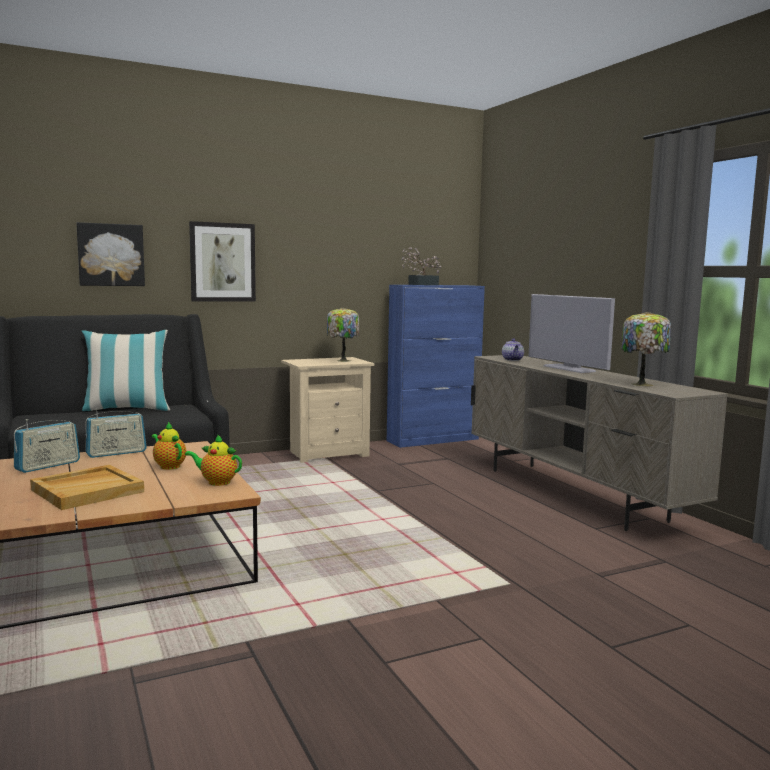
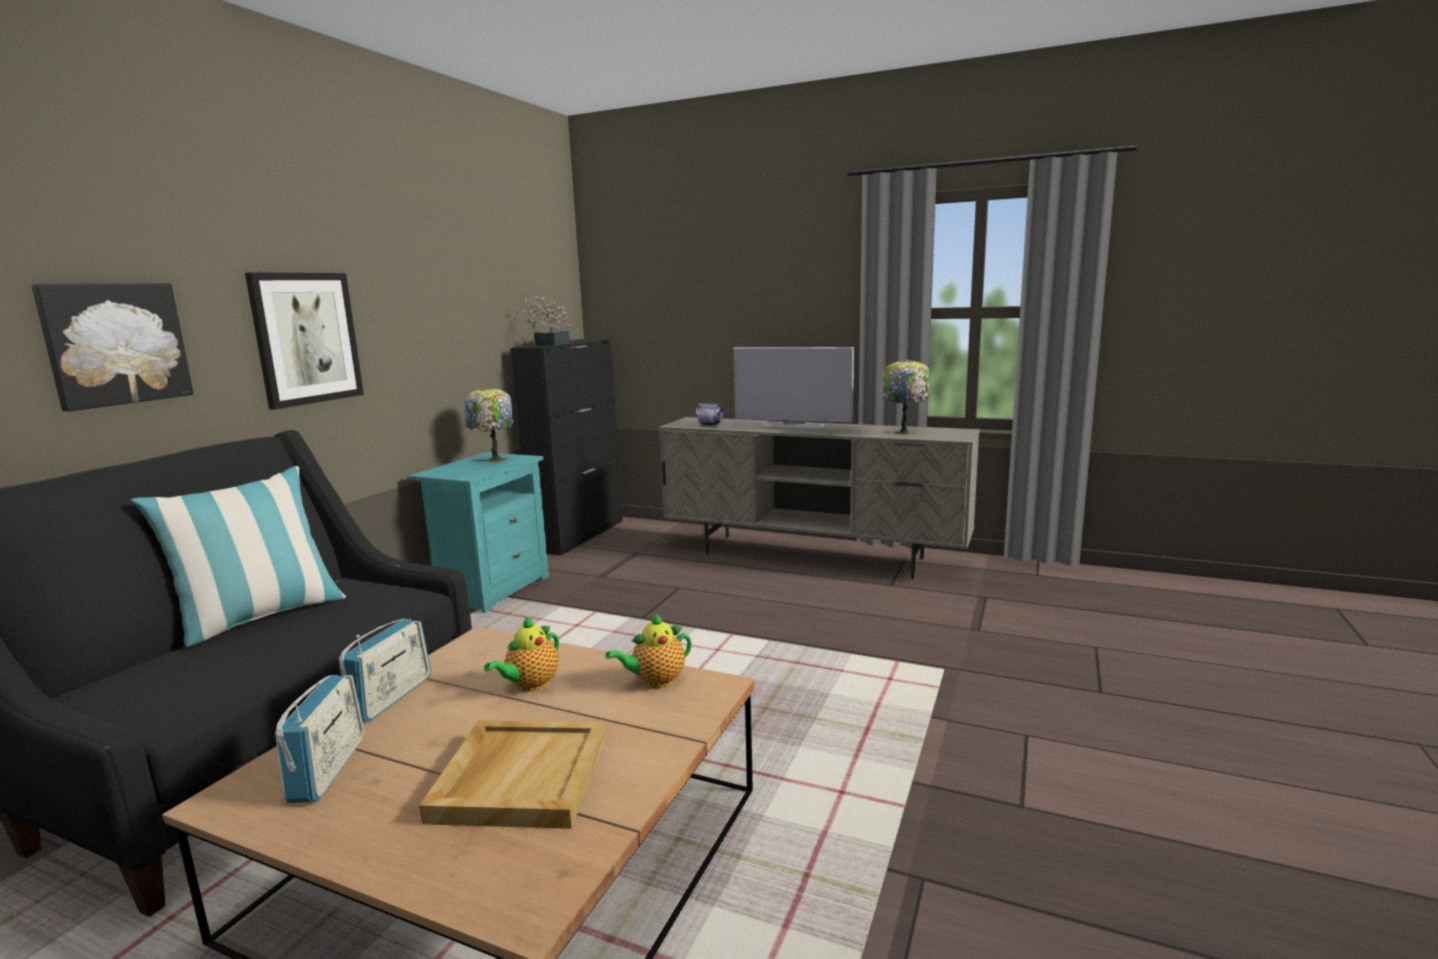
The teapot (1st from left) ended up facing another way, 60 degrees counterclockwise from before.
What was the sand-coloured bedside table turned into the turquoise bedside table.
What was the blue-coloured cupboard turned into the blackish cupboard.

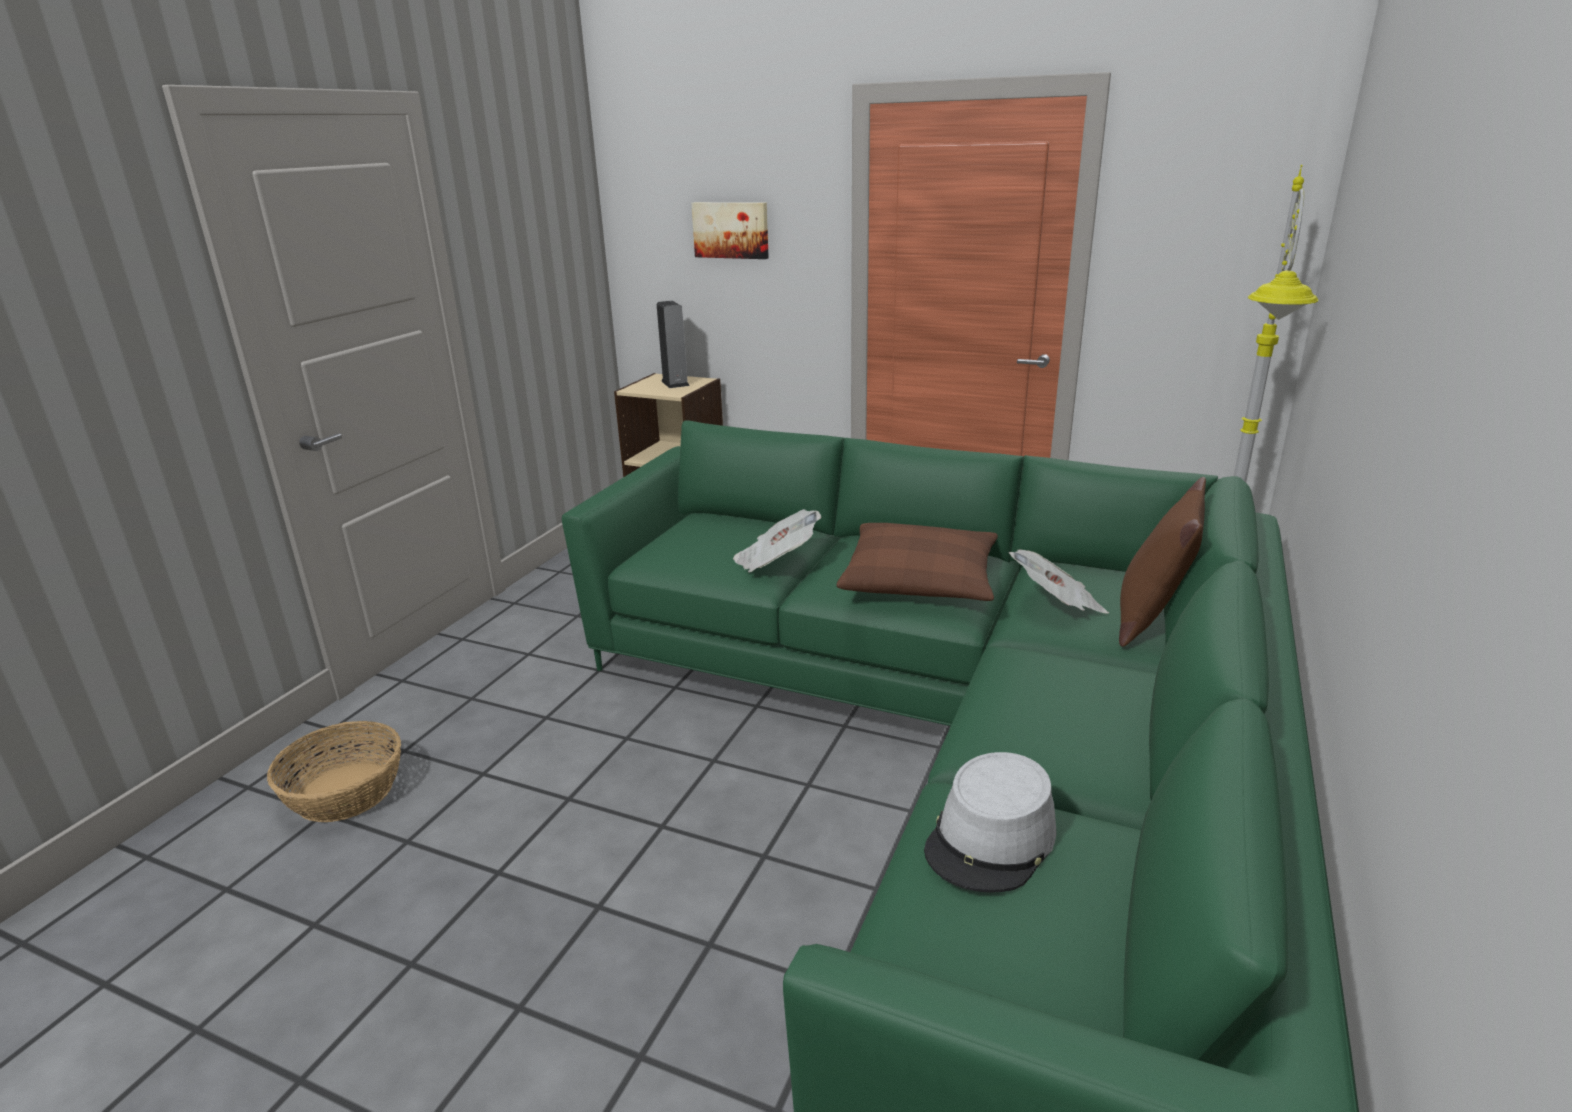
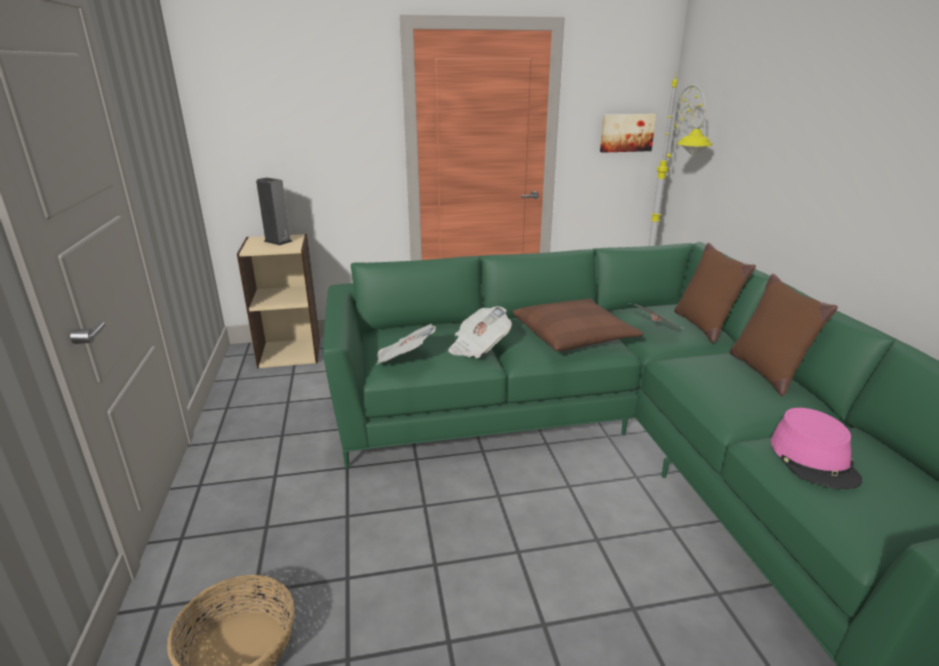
The picture ended up elsewhere.
What was the gray wearable hat turned into the pinkish wearable hat.
The second view gained the printed paper (1st from left).
The second view gained the brown-coloured cushion (3rd from left).

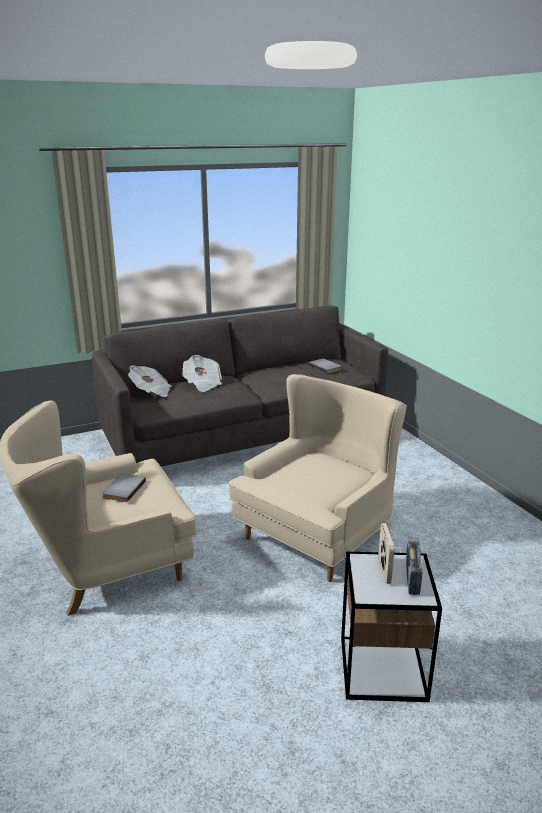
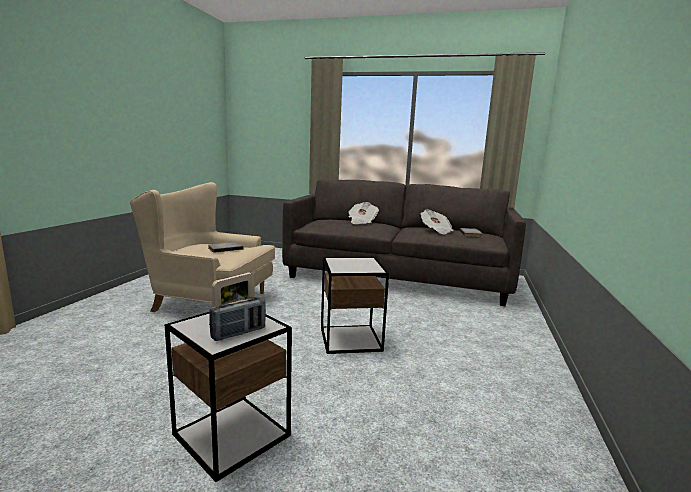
The printed paper (1st from left in the first image) ended up elsewhere.
Where the sand-coloured lounge chair (2nd from left) stood, the end table (2nd from left) came to stand.

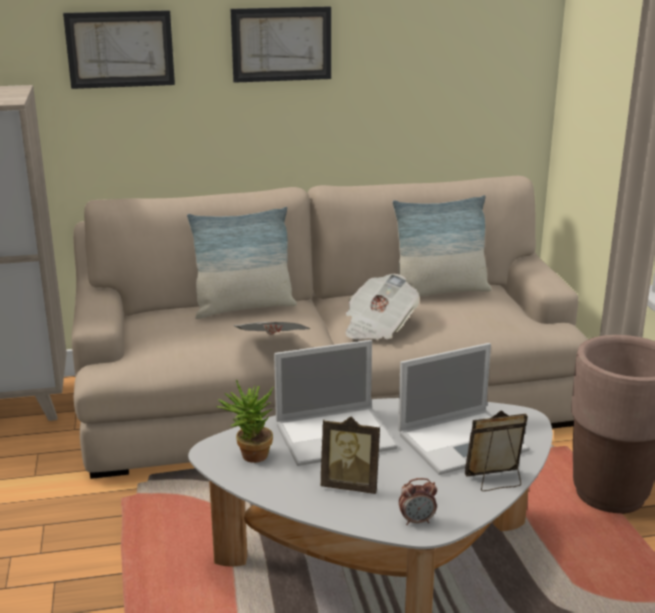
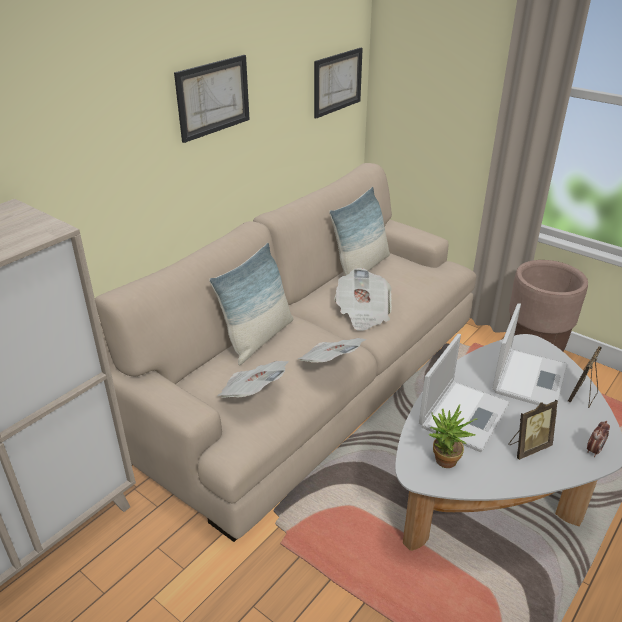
The picture (1st from left in the first image) ended up elsewhere.
The second view gained the printed paper (1st from left).

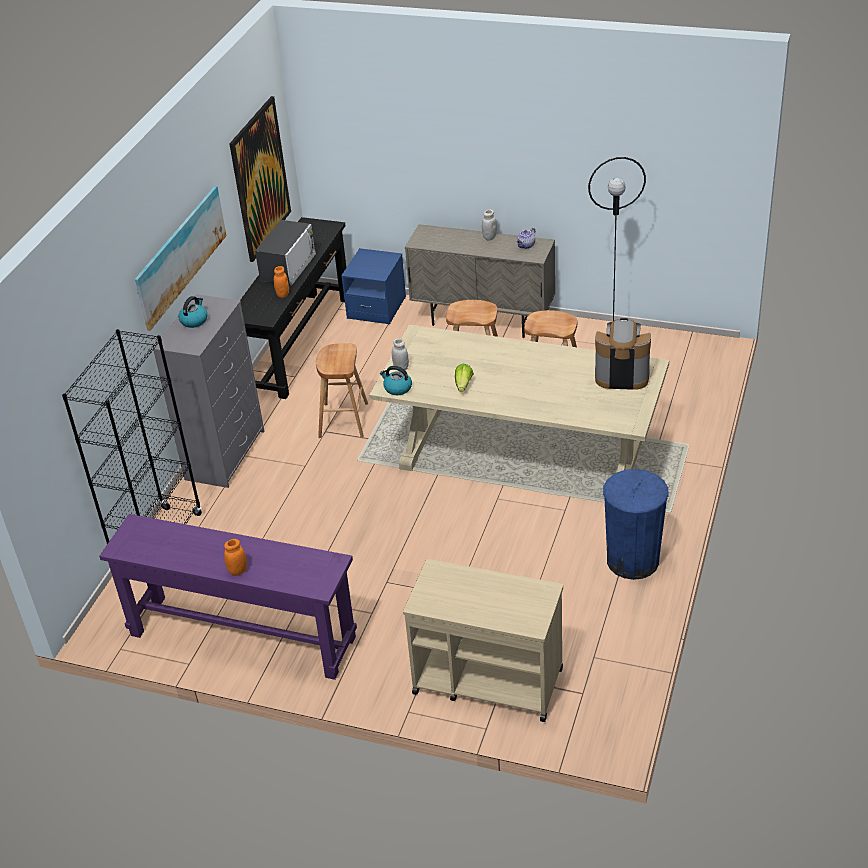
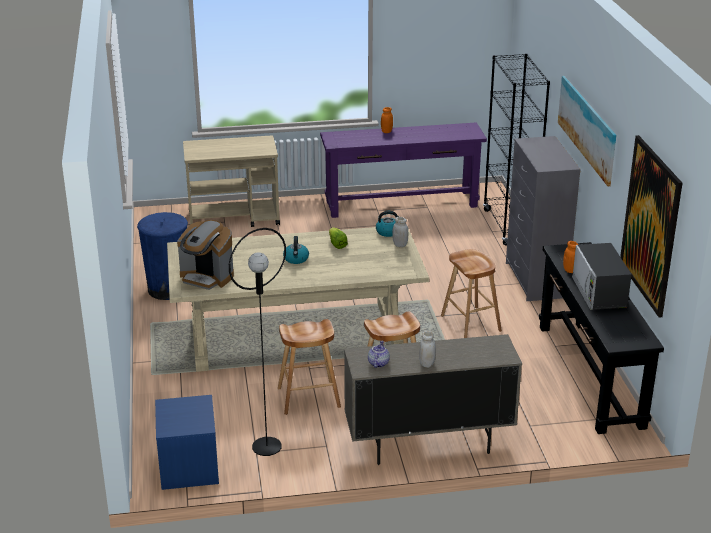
The tea kettle (1st from left) ended up elsewhere.
The blue-coloured bedside table ended up elsewhere.
The coffee brewer ended up facing another way, 45 degrees clockwise from before.

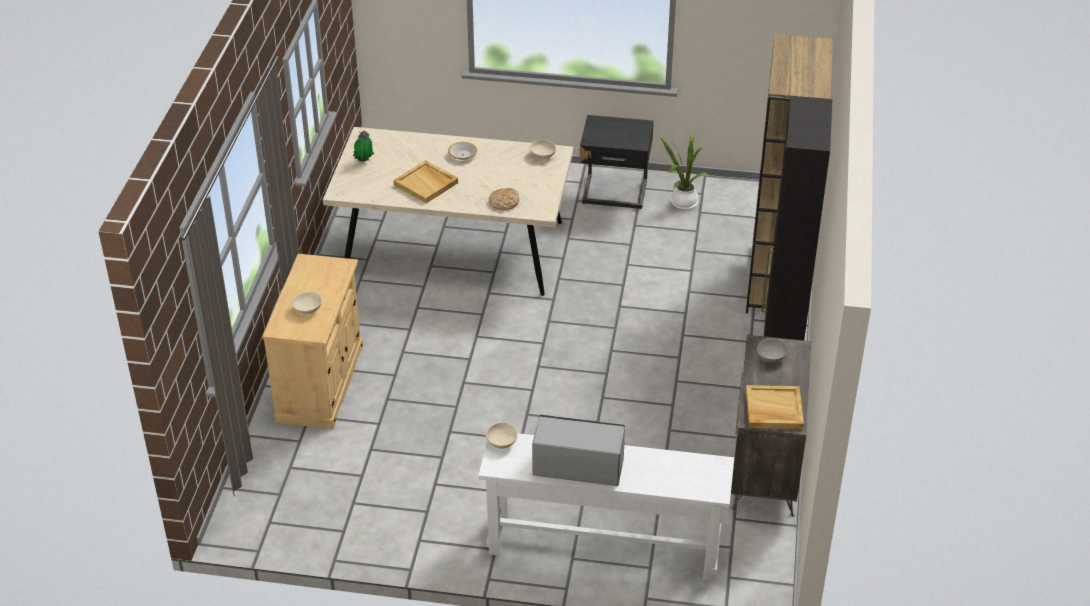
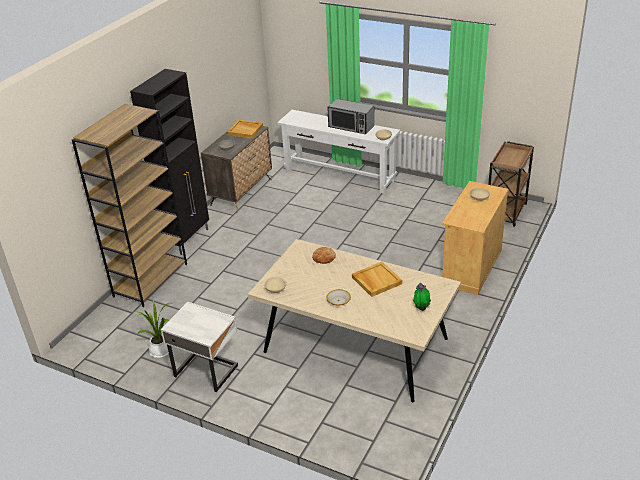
What was the blackish bedside table turned into the whitish bedside table.
The second view gained the brown-coloured wheeled cart.

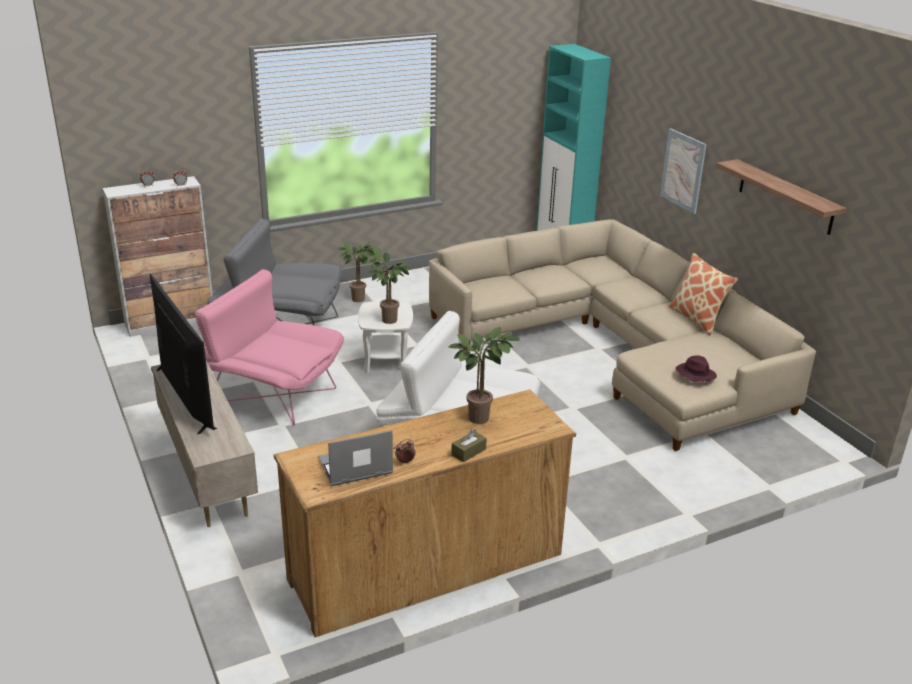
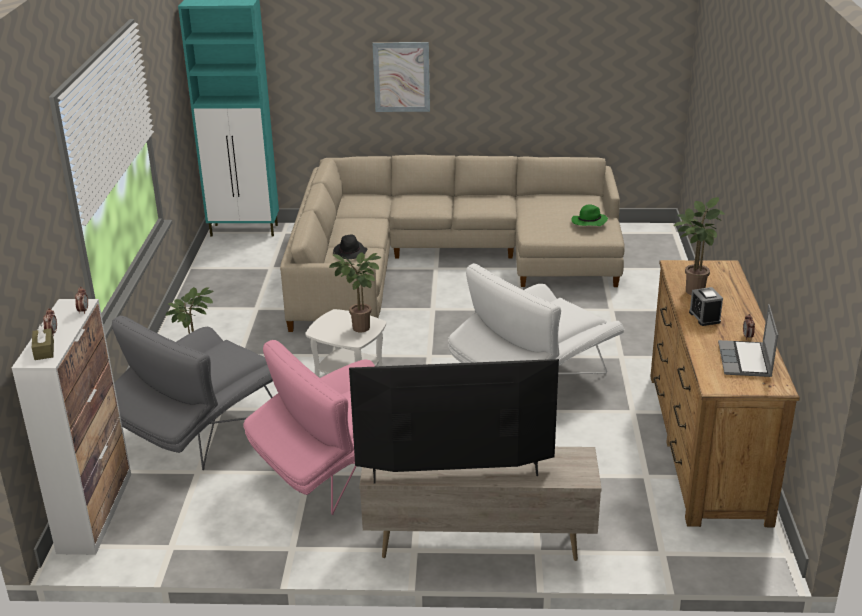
The brown-coloured tissue box ended up elsewhere.
The second view lost the cushion.
What was the purple-coloured wearable hat turned into the green-coloured wearable hat.
The second view lost the bracket shelf.
The second view gained the blackish wearable hat.
The second view gained the table clock (3rd from left).

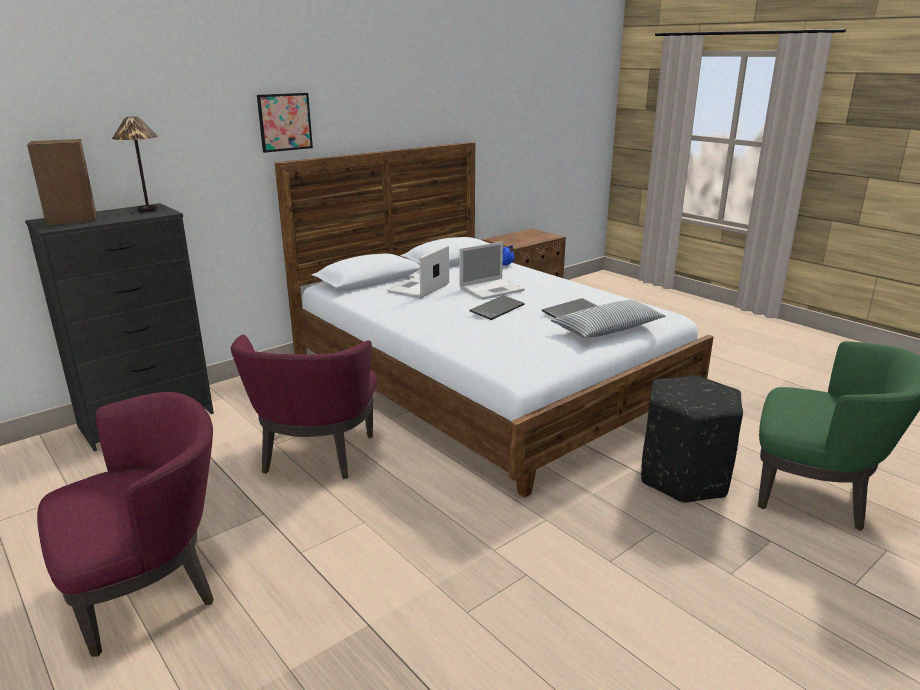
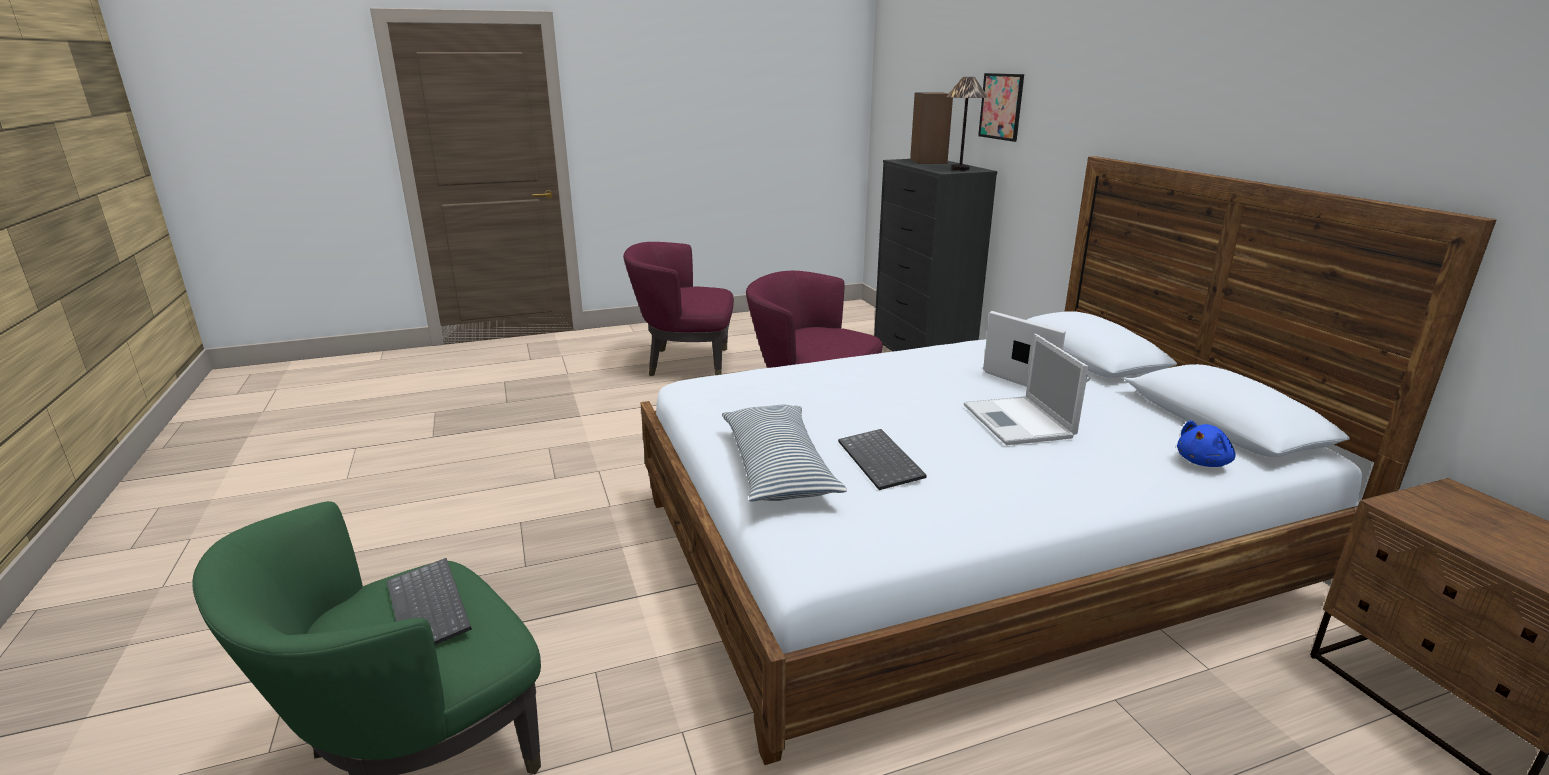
The purple-coloured lounge chair (1st from left) ended up facing another way, 105 degrees clockwise from before.
The picture ended up elsewhere.
The keyboard (1st from left) ended up elsewhere.
The second view lost the blackish footrest.

